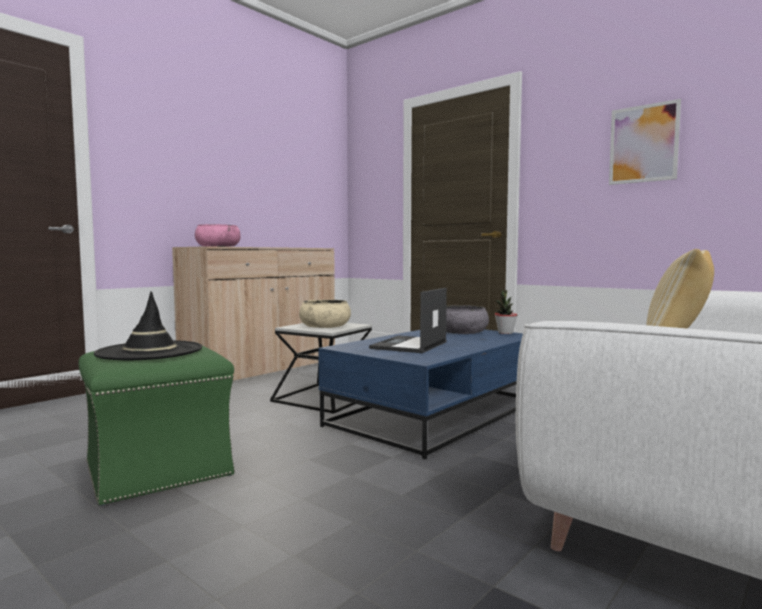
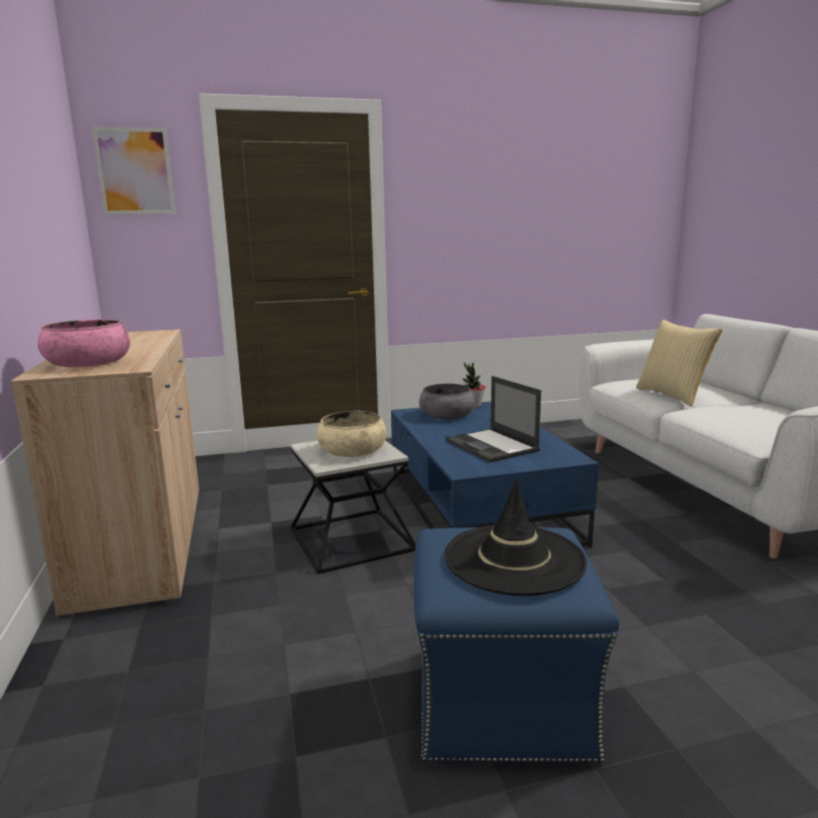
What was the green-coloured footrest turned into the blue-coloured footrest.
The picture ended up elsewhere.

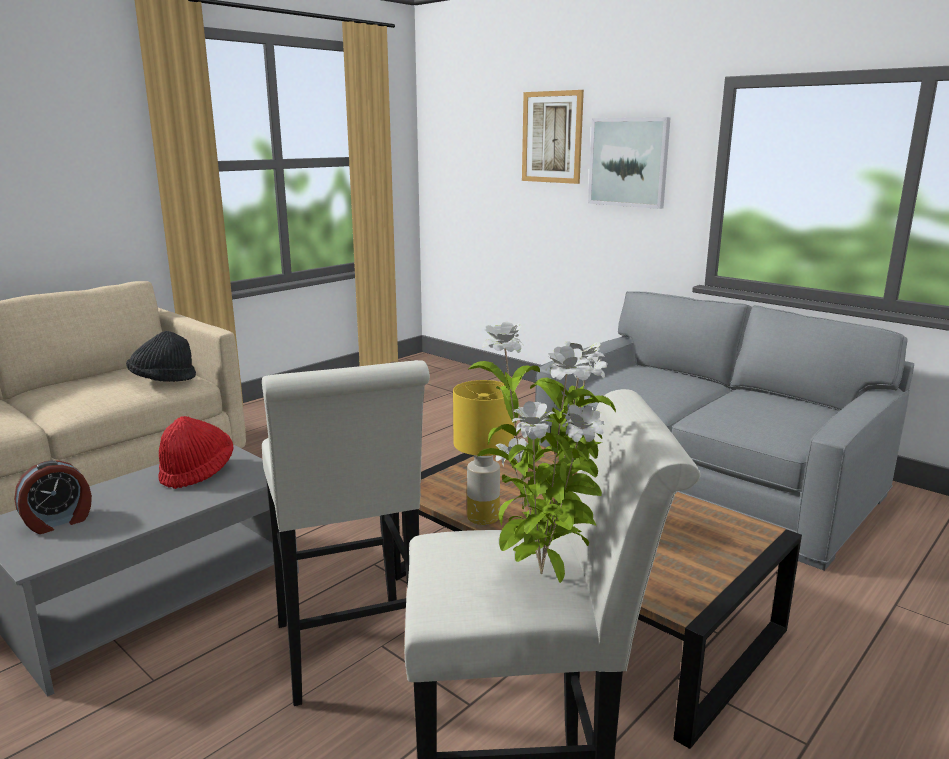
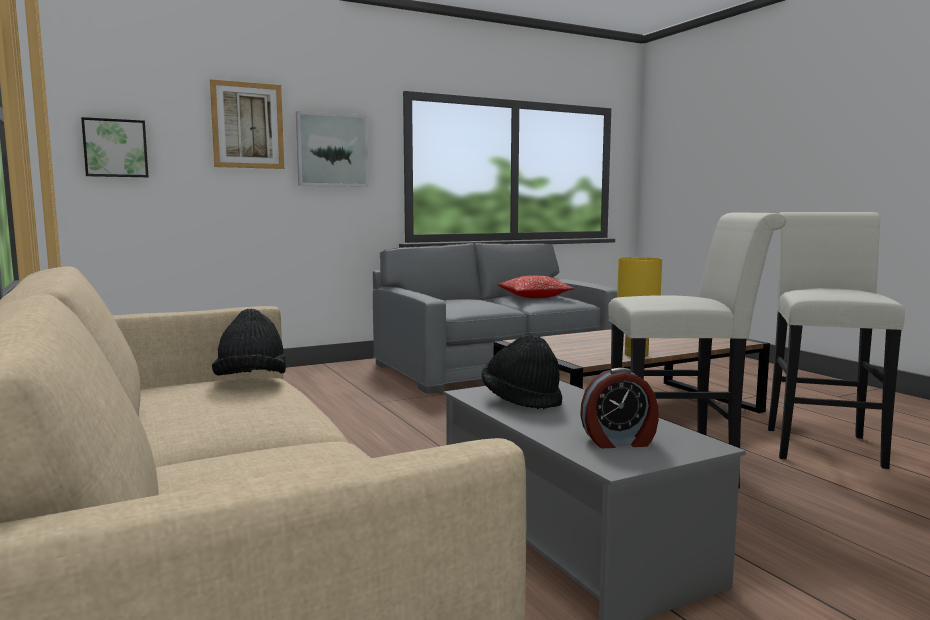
The table clock ended up facing another way, 105 degrees clockwise from before.
What was the reddish wearable hat turned into the blackish wearable hat (2nd from left).
The second view lost the potted plant.
The second view gained the picture (1st from left).
The second view gained the cushion.

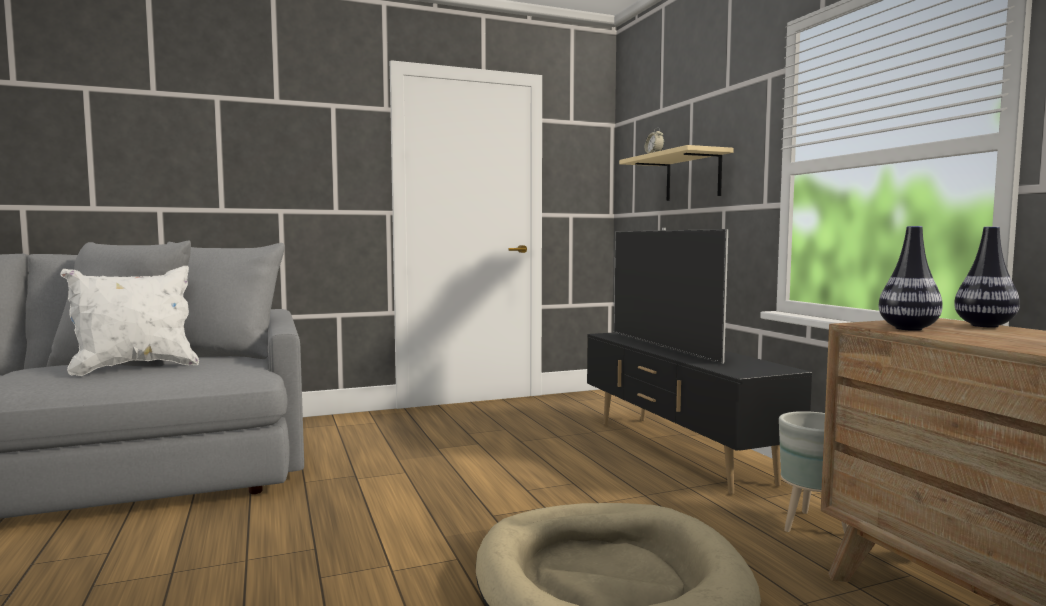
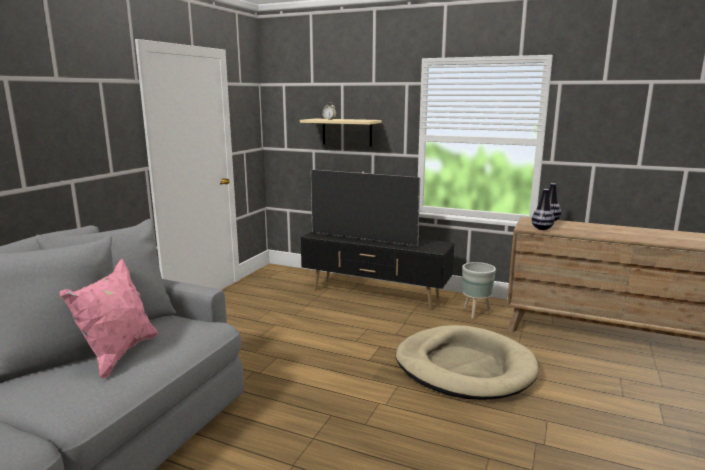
What was the whitish cushion turned into the pinkish cushion.

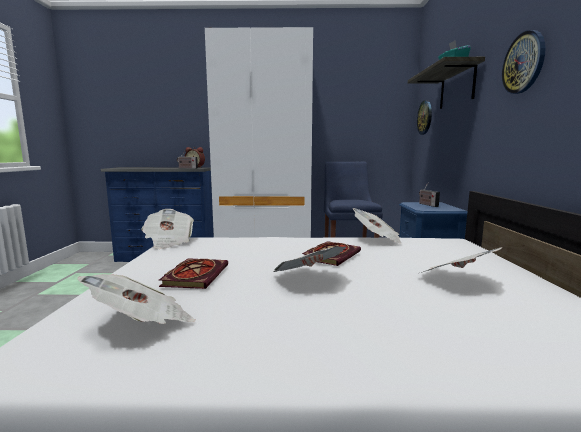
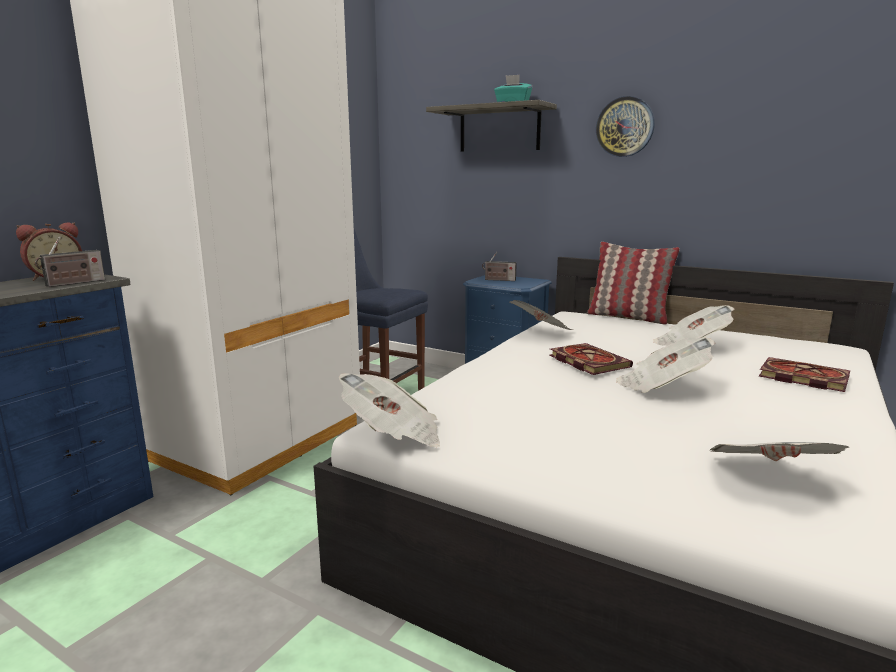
The bound book (1st from left in the first image) ended up elsewhere.
The second view lost the hanging clock (1st from left).
The second view gained the cushion.

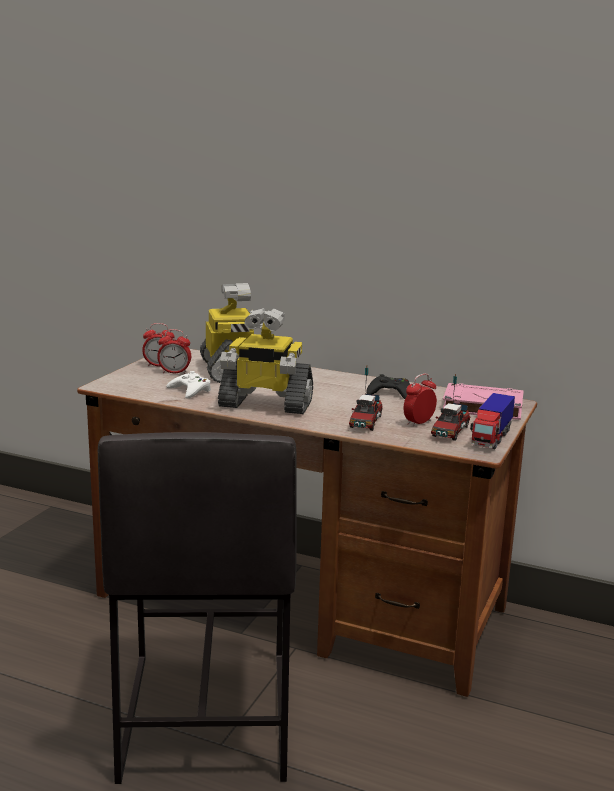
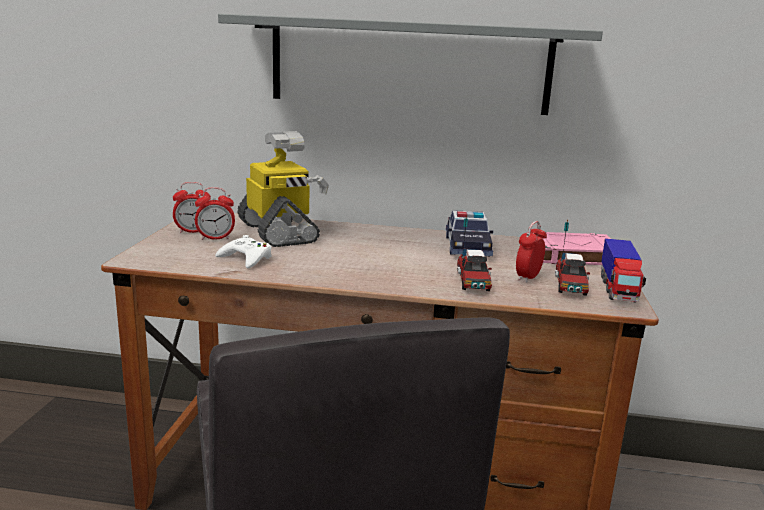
The second view lost the robot figure (2nd from left).
Where the blackish joypad stood, the model car came to stand.
The second view gained the gray bracket shelf.

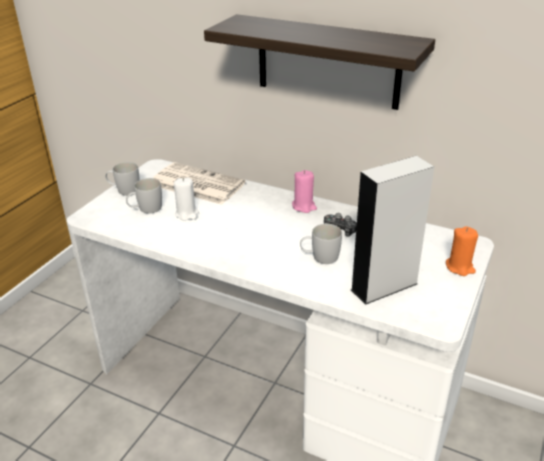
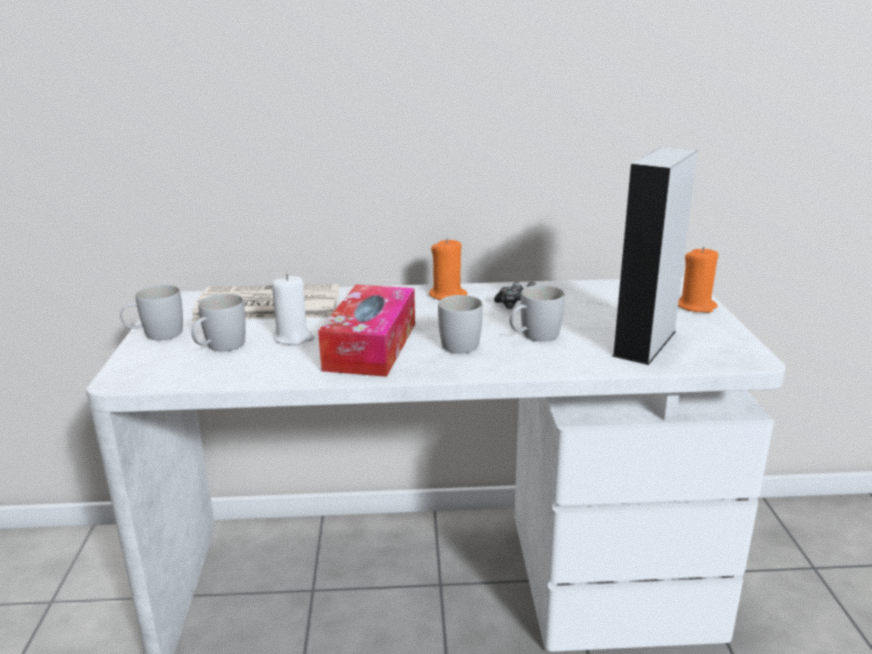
The second view lost the bracket shelf.
What was the pinkish candle turned into the orange candle (1st from left).
The second view gained the tissue box.
The second view gained the whitish coffee mug (3rd from left).

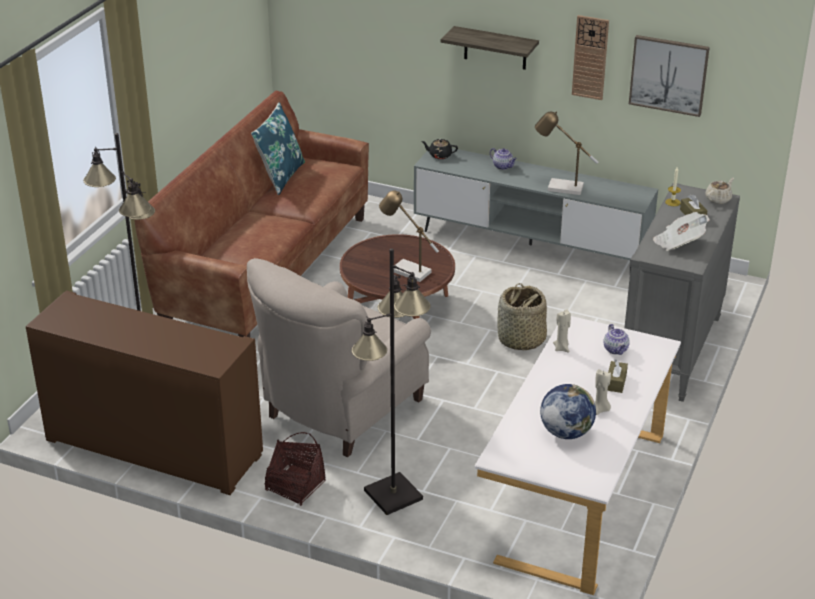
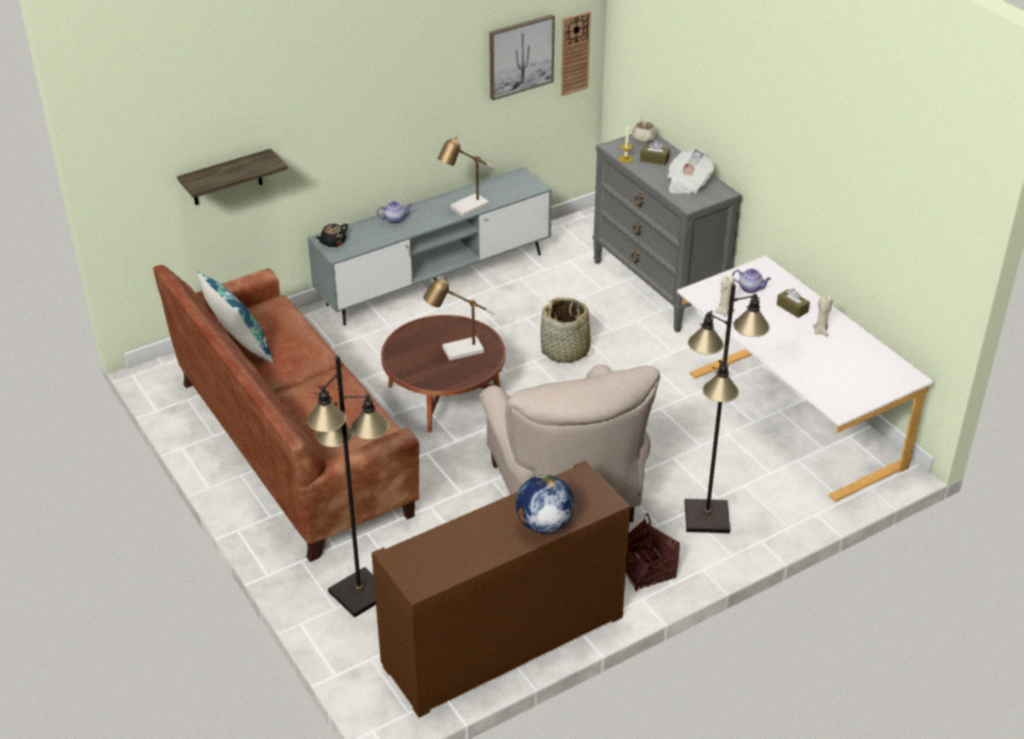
The bracket shelf ended up elsewhere.
The desk globe ended up elsewhere.
The hanging clock ended up elsewhere.

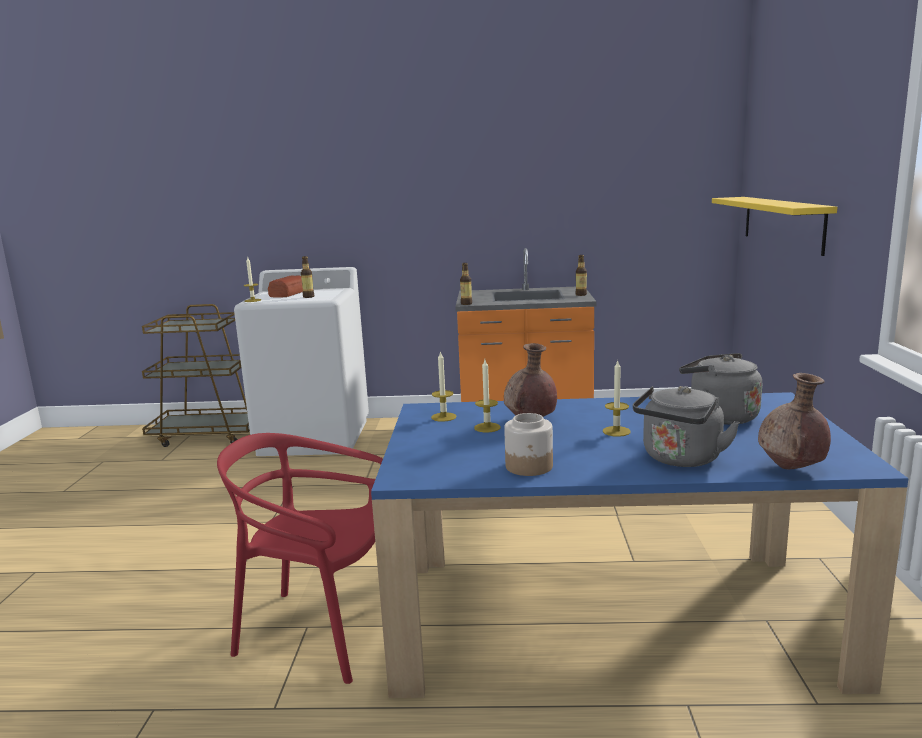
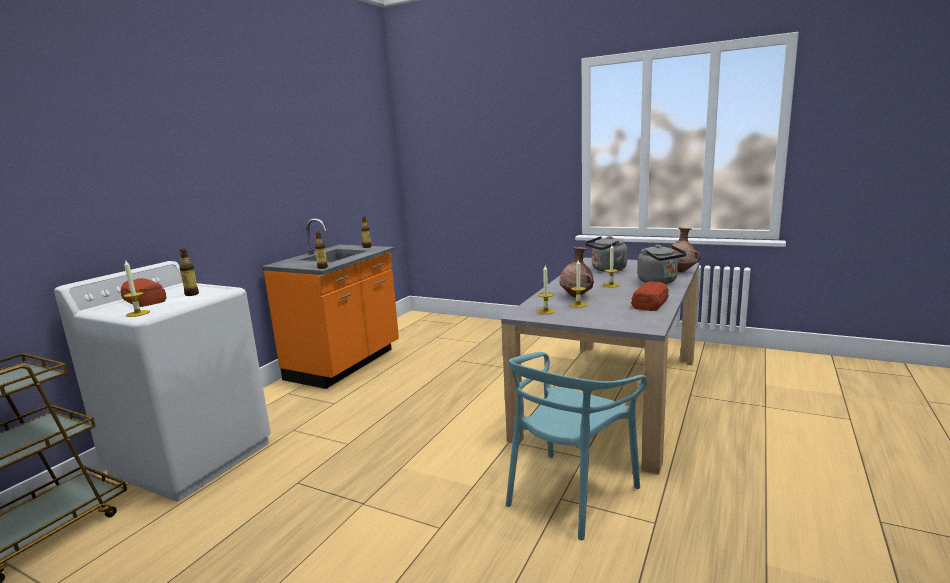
What was the reddish chair turned into the turquoise chair.
What was the blue-coloured dinner table turned into the gray dinner table.
Where the storage jar stood, the baked bread (2nd from left) came to stand.
The second view lost the yellowish bracket shelf.

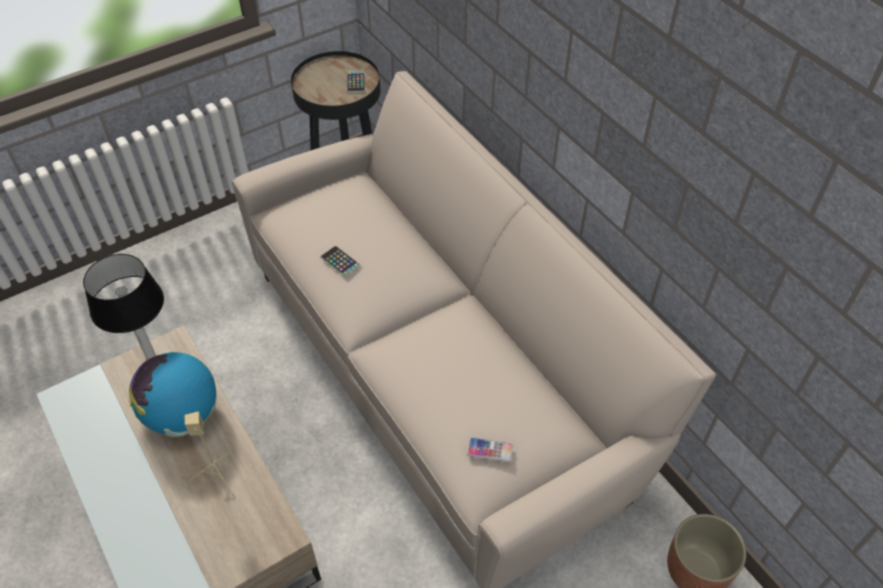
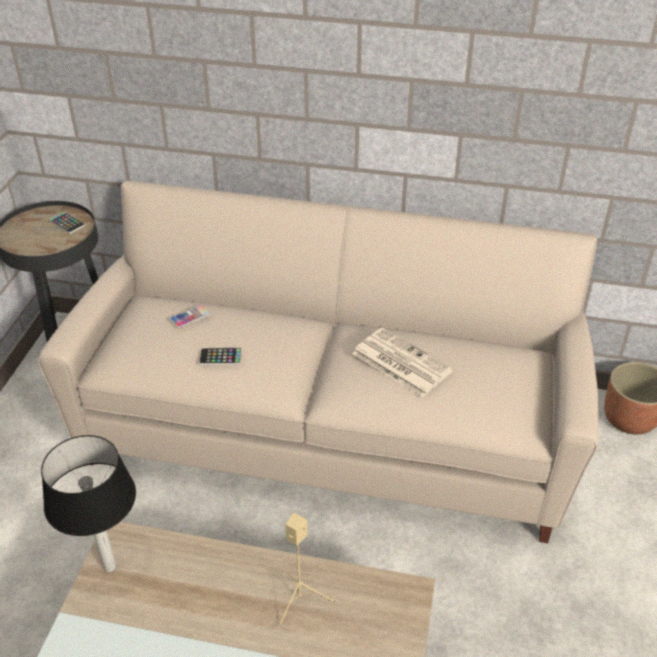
The second view lost the desk globe.
The telephone (3rd from left in the first image) ended up elsewhere.
The second view gained the printed paper.

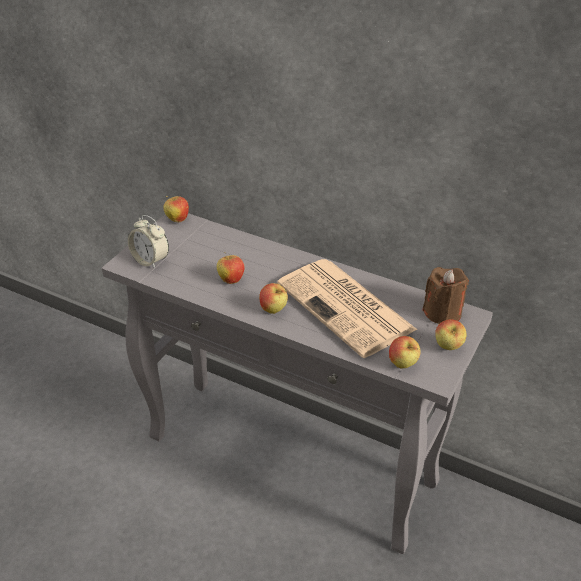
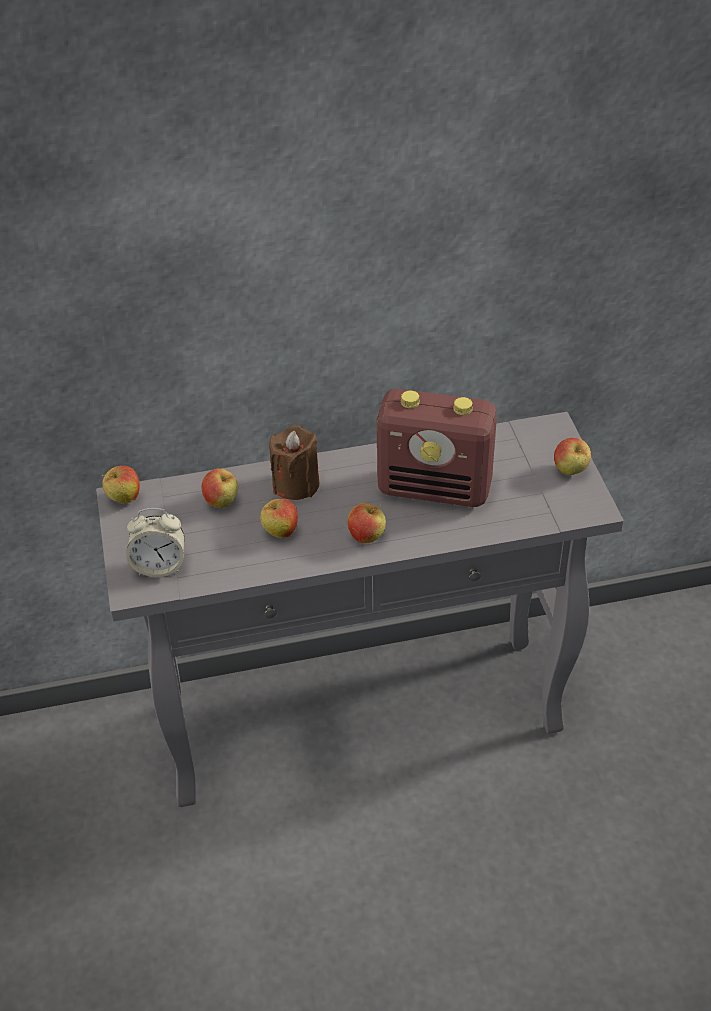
Where the printed paper stood, the radio set came to stand.
The apple fruit (4th from left in the first image) ended up elsewhere.
The brown-coloured candle ended up elsewhere.

